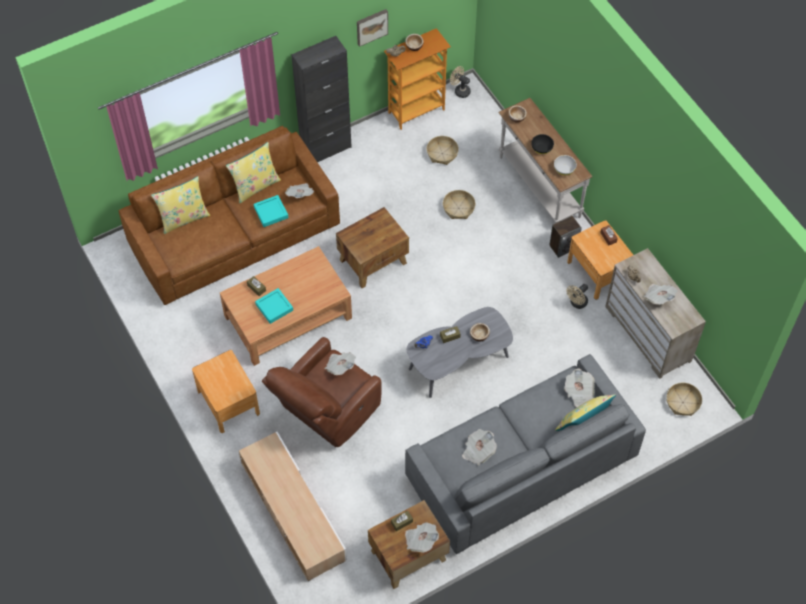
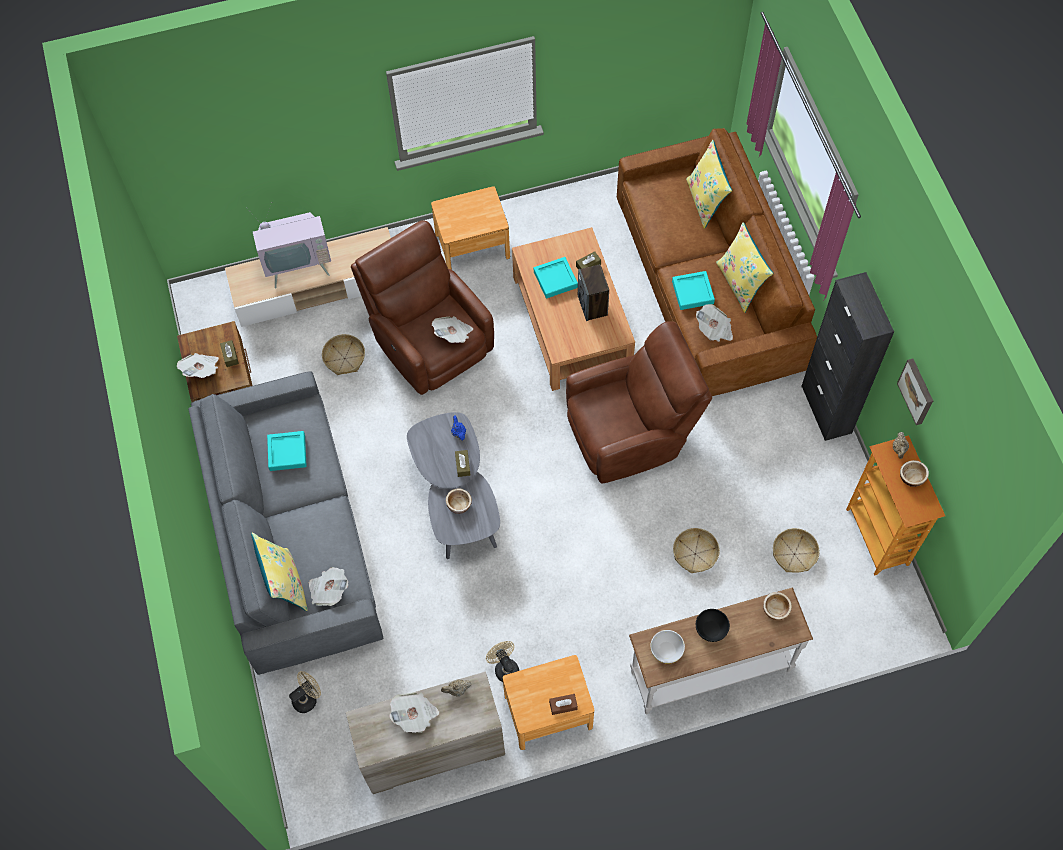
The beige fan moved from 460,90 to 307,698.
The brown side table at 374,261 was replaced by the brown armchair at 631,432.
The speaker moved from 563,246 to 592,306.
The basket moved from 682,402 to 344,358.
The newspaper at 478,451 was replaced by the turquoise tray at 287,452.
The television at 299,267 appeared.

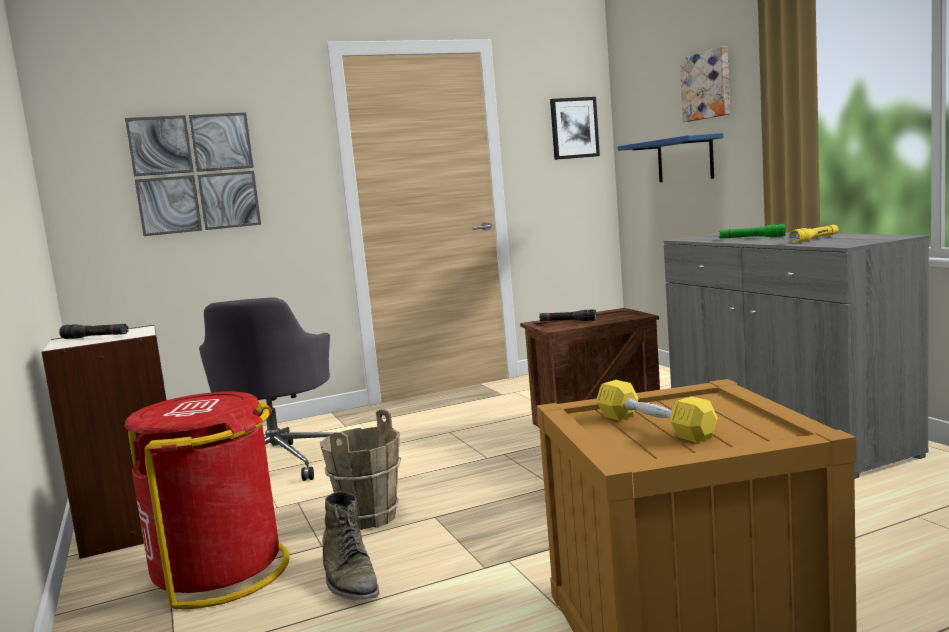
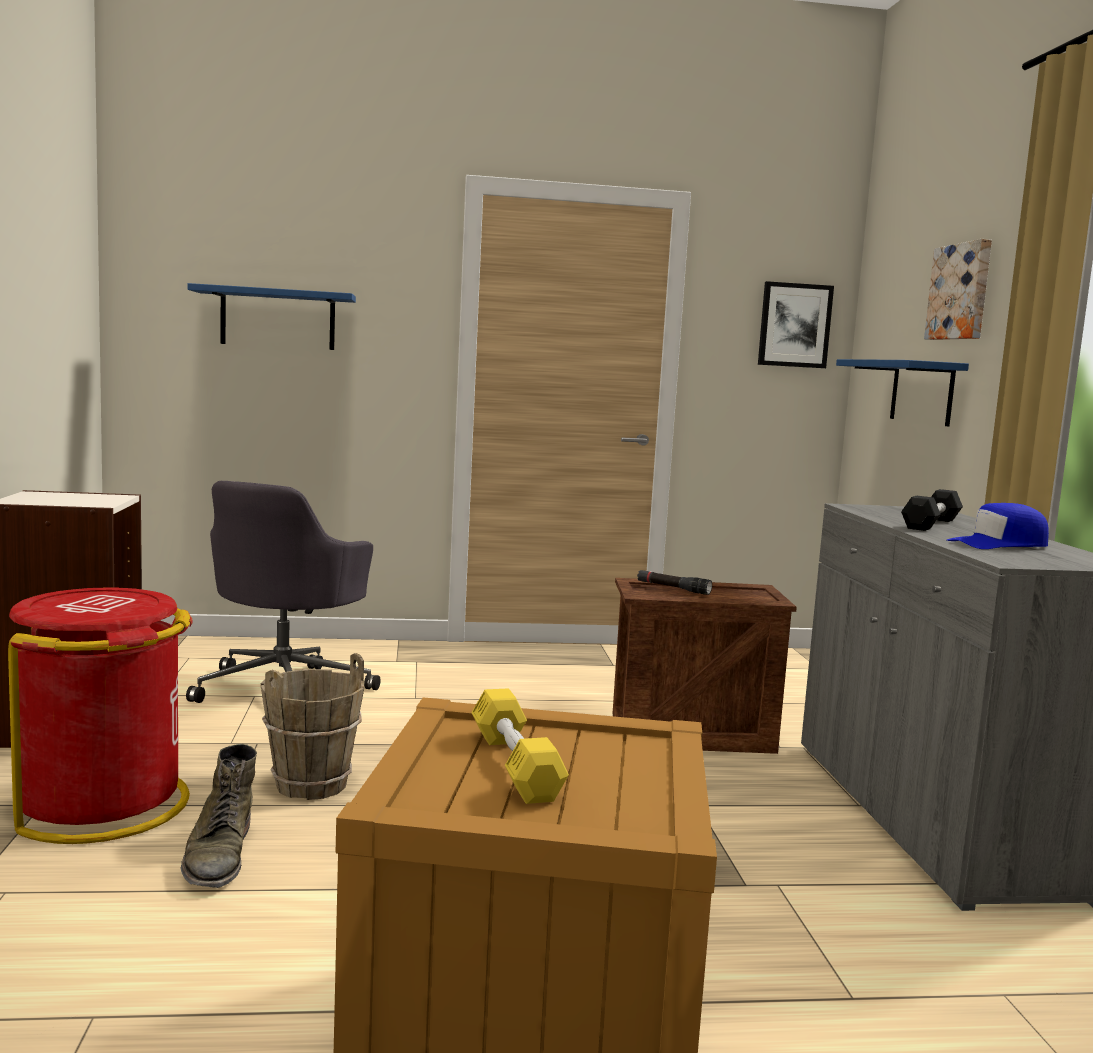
The picture at 195,173 was replaced by the blue shelf at 278,319.
The green flashlight at 751,238 was replaced by the black dumbbell at 931,524.
The yellow flashlight at 815,239 was replaced by the blue cap at 999,544.
The black flashlight at 95,337 disappeared.

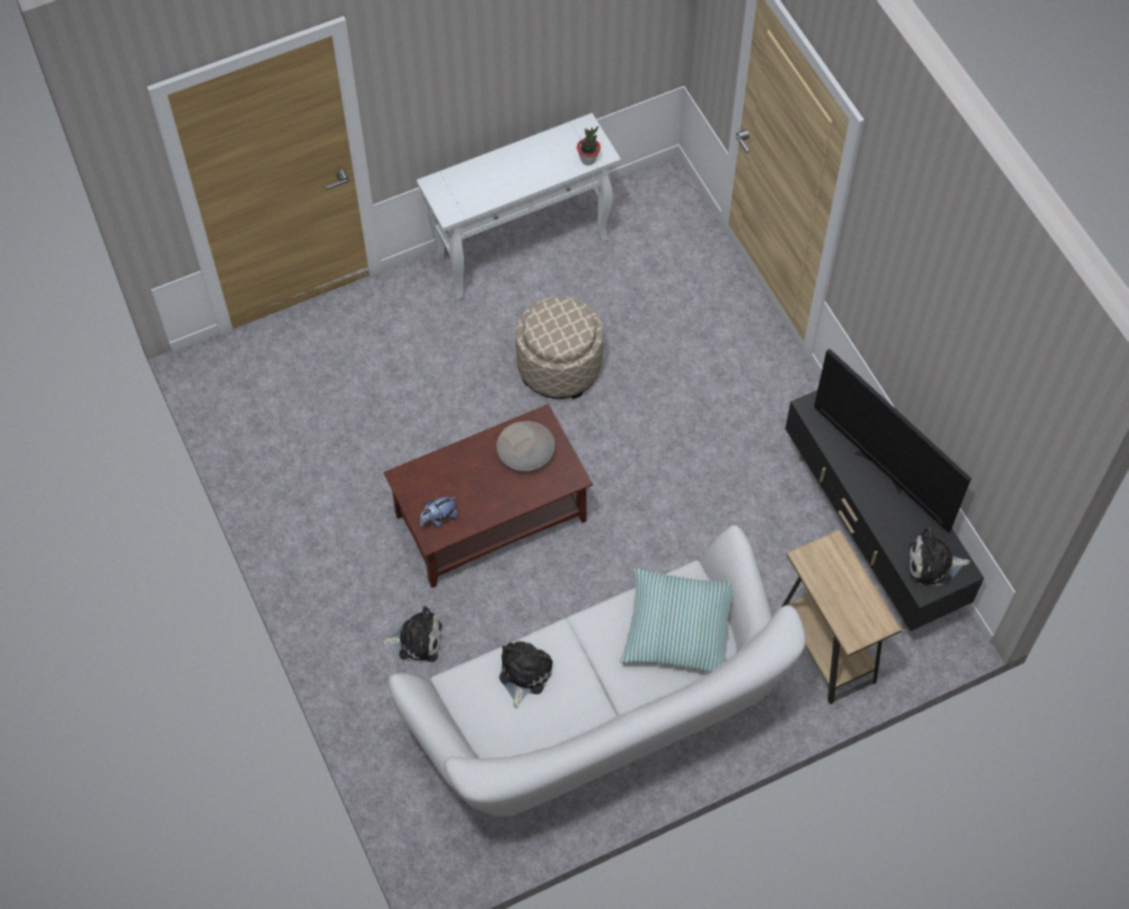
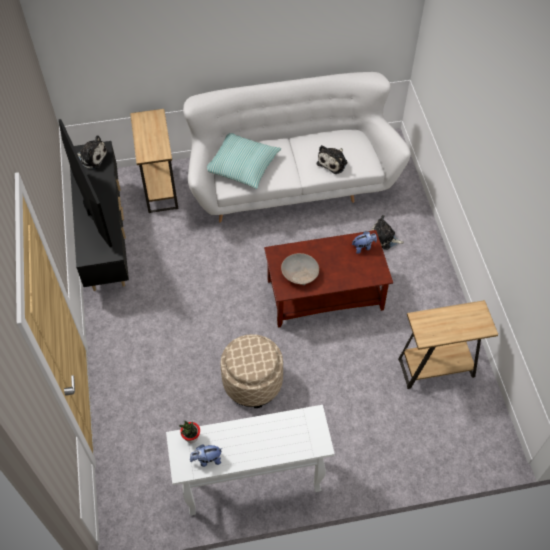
The brown side table at 436,368 appeared.
The plush toy at 207,459 appeared.

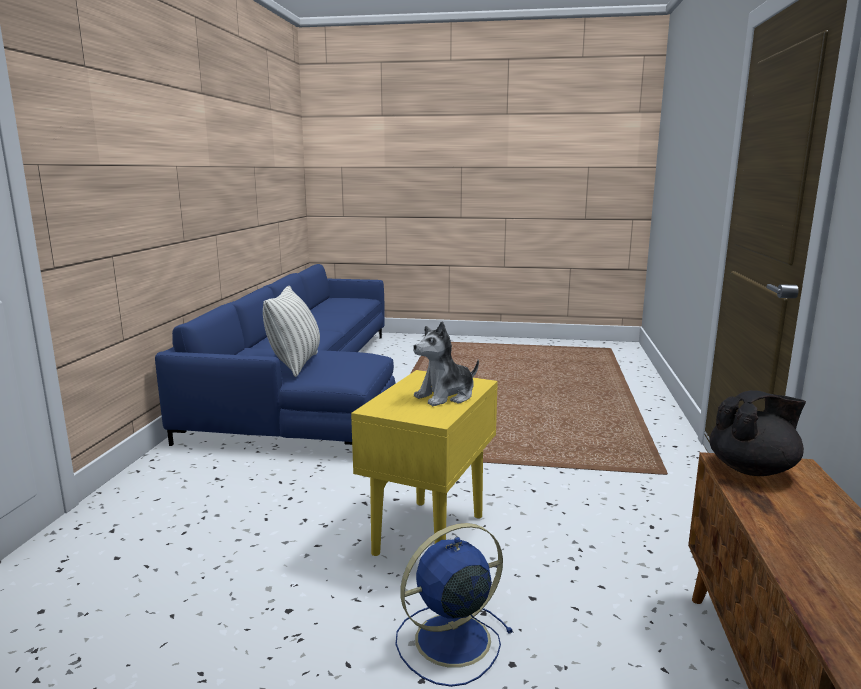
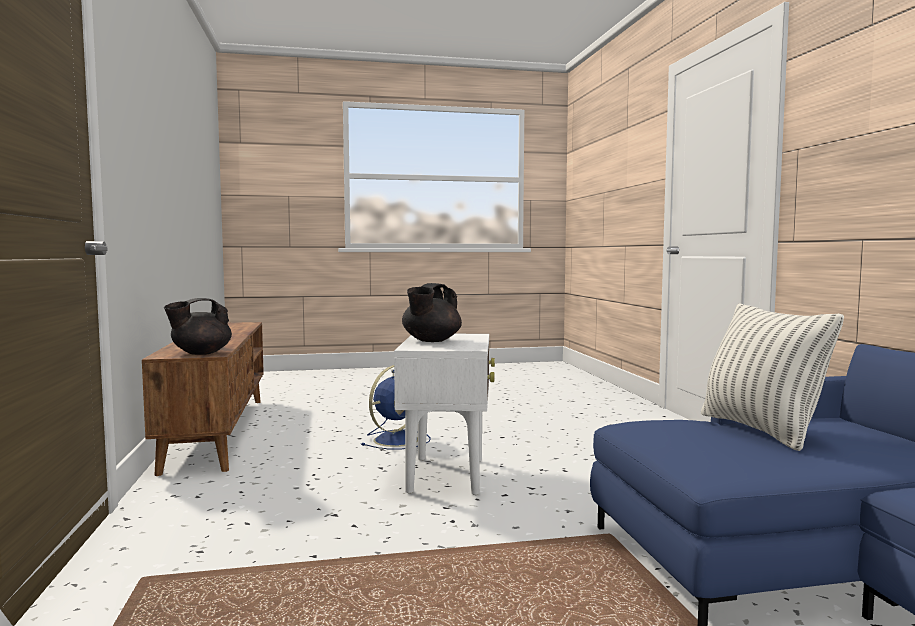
The plush toy at 446,396 was replaced by the black teapot at 431,341.
The yellow side table at 428,535 became the white side table at 447,475.

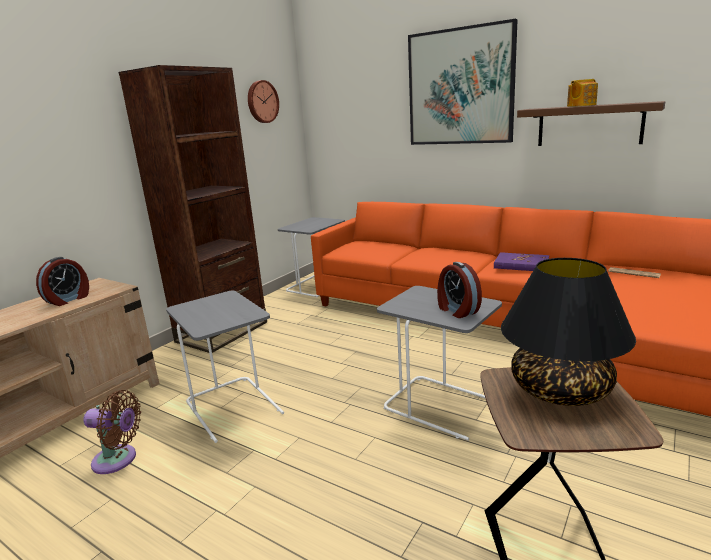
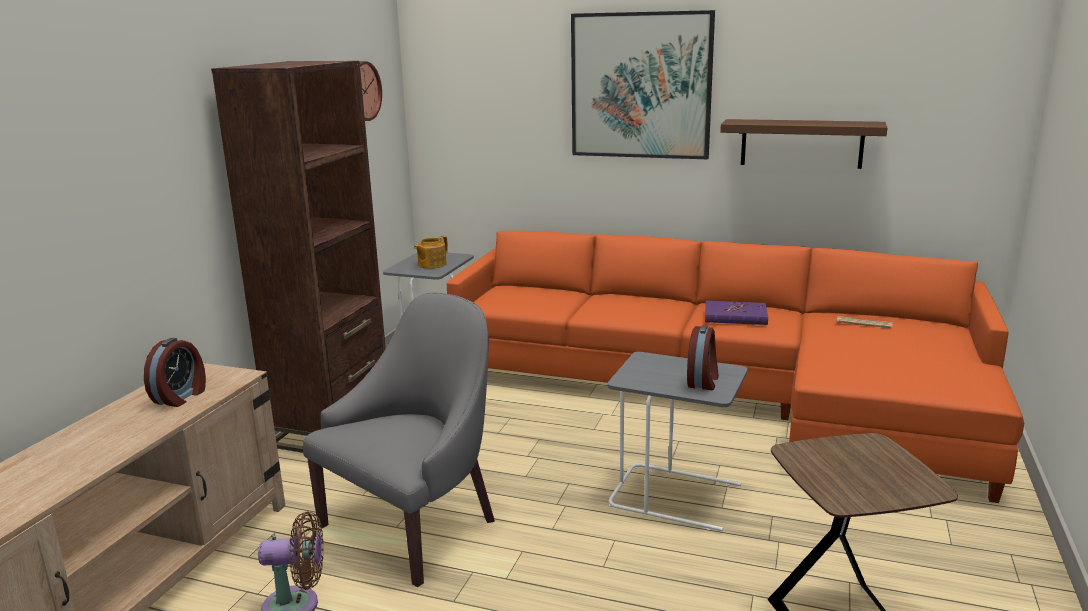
The teapot moved from 580,106 to 431,264.
The black table lamp at 559,390 disappeared.
The alarm clock at 457,310 turned 120 degrees counterclockwise.
The grey side table at 234,407 was replaced by the grey armchair at 415,525.

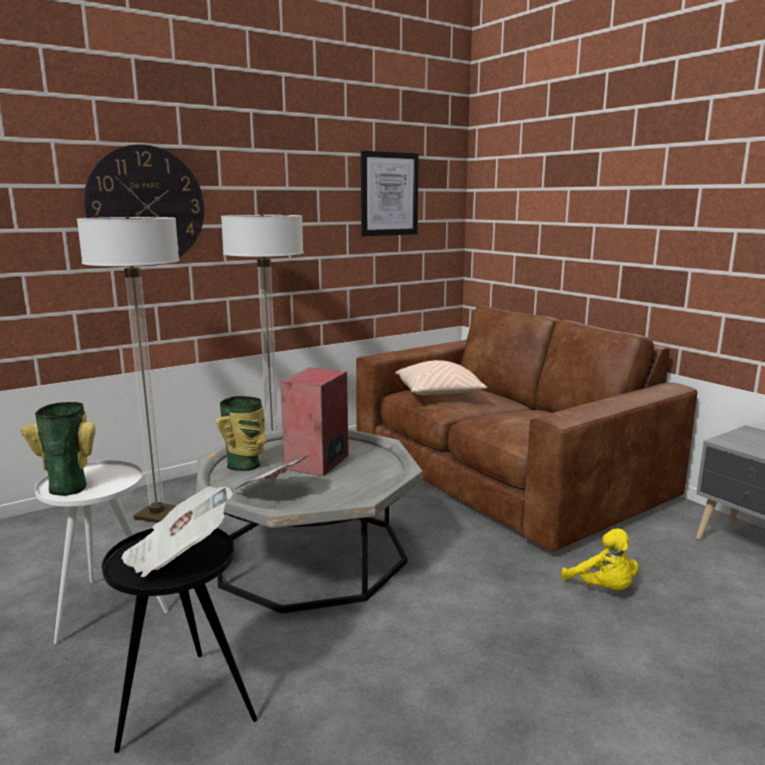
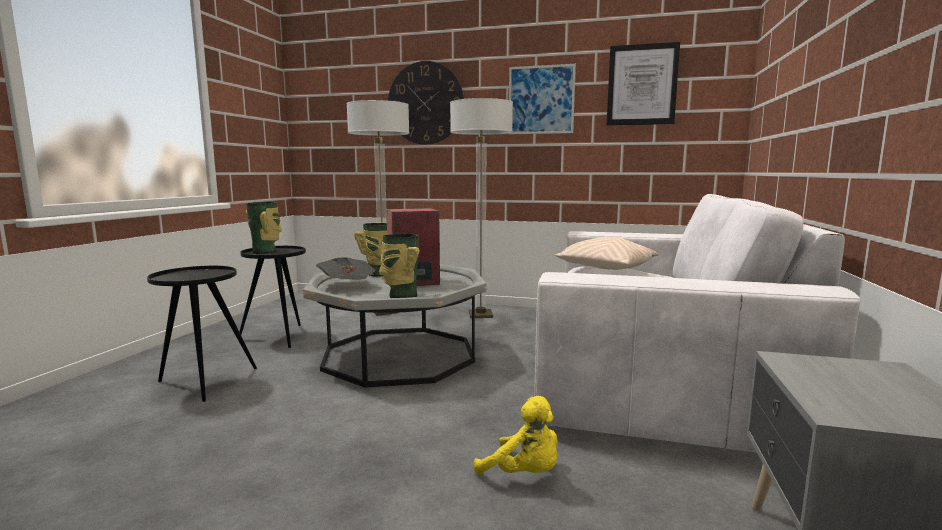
The brown sofa at 506,474 became the white sofa at 656,371.
The white side table at 107,607 became the black side table at 280,336.
The newspaper at 178,555 disappeared.
The yellow plush toy at 603,589 turned 75 degrees counterclockwise.
The picture at 541,100 appeared.
The vase at 401,296 appeared.

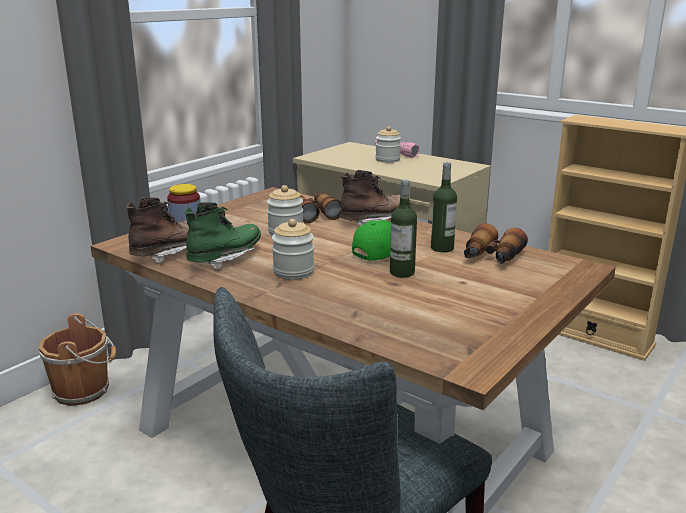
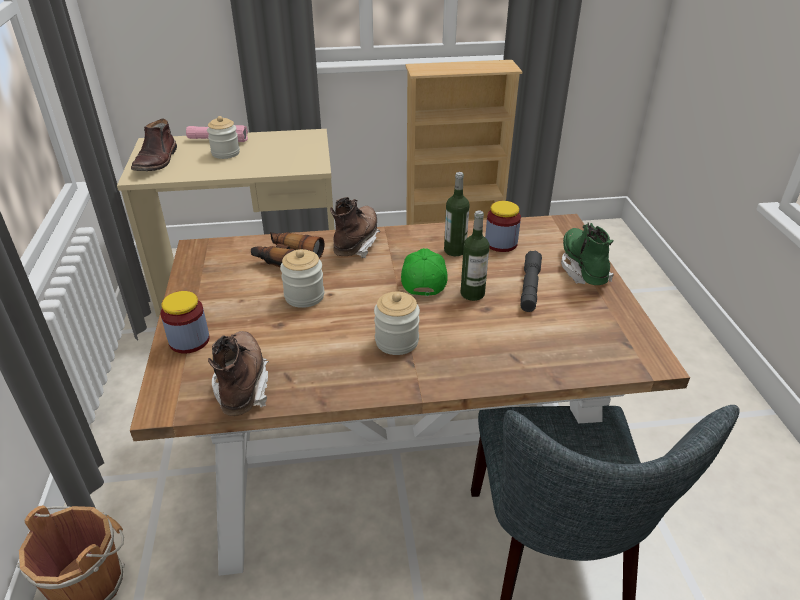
The green boot moved from 225,258 to 583,269.
The binoculars at 491,257 was replaced by the jar at 501,243.
The brown boot at 157,161 appeared.
The grey flashlight at 530,287 appeared.

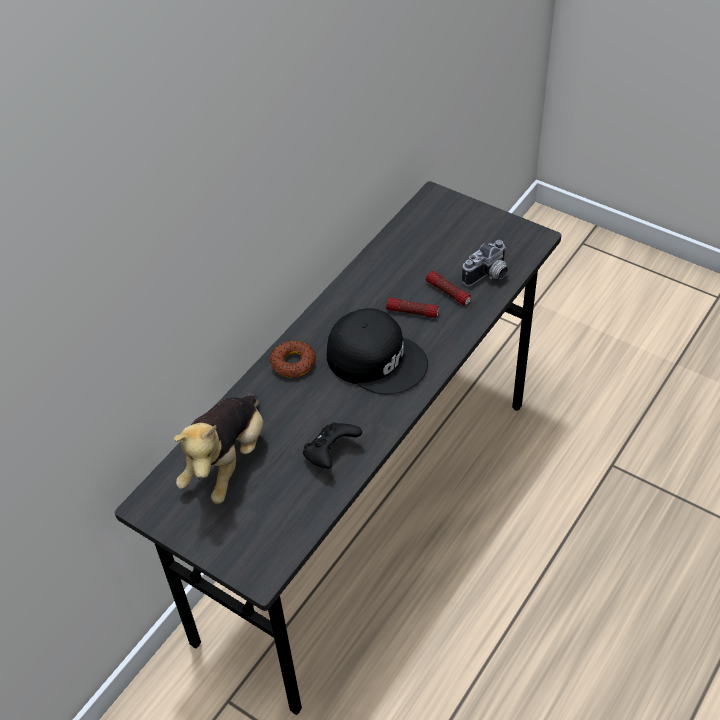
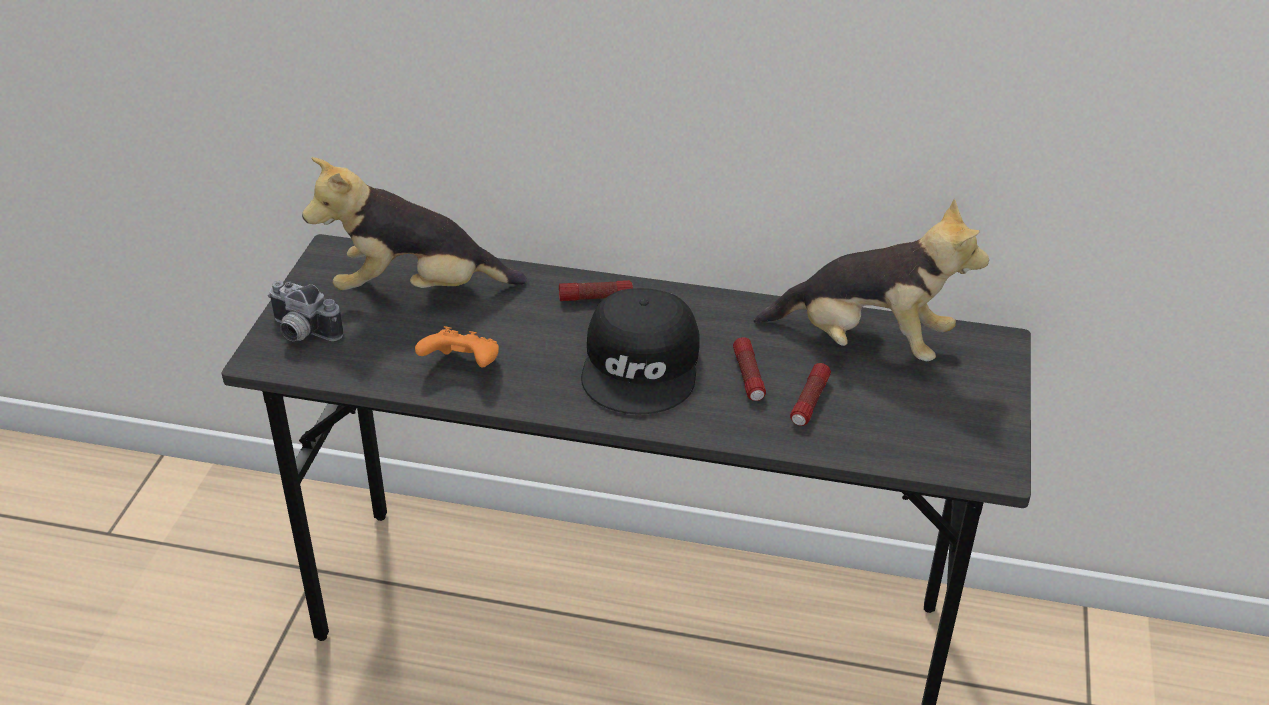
The photo camera moved from 488,276 to 301,333.
The donut at 293,363 was replaced by the flashlight at 595,298.
The black game controller at 331,454 became the orange game controller at 462,366.
The plush toy at 866,342 appeared.

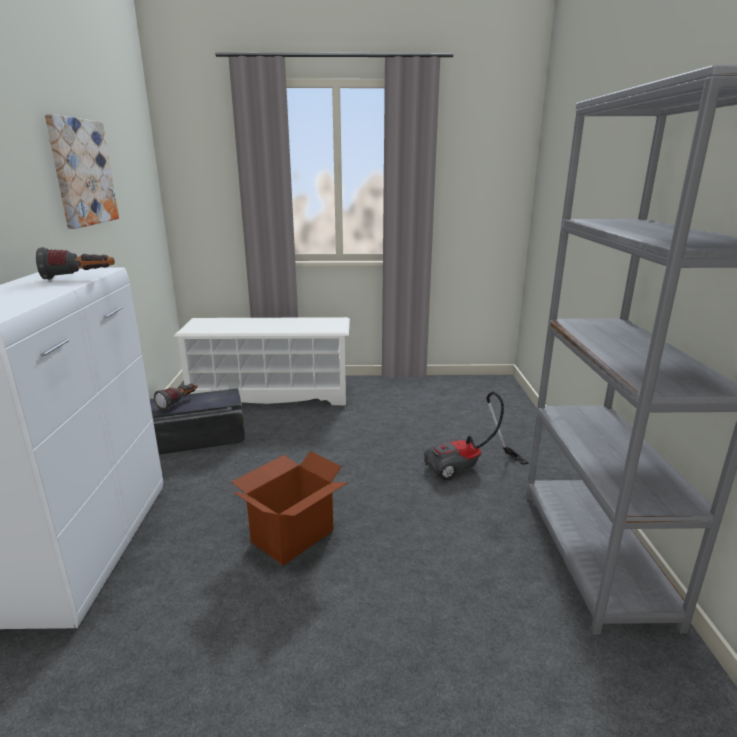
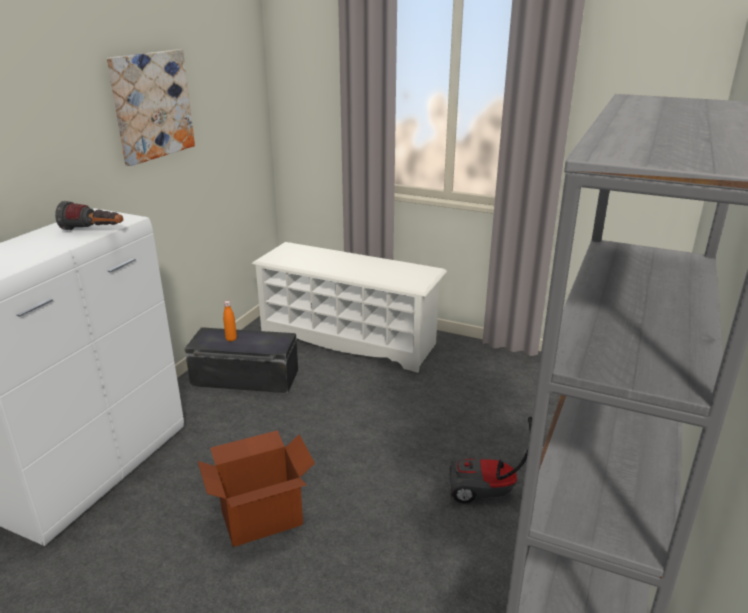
The flashlight at 179,403 was replaced by the orange bottle at 231,339.

